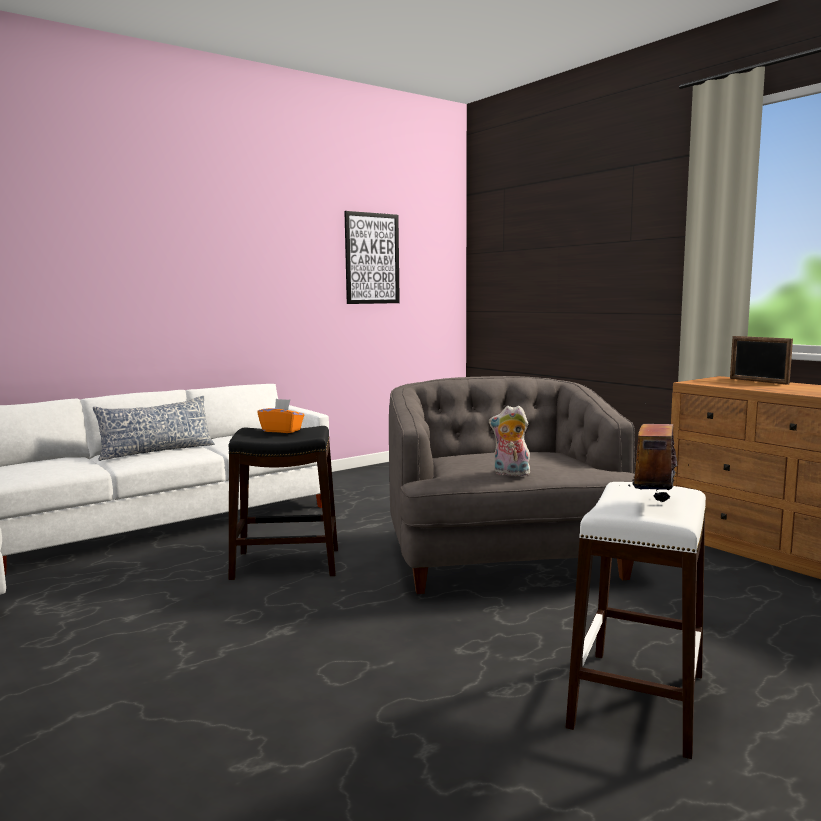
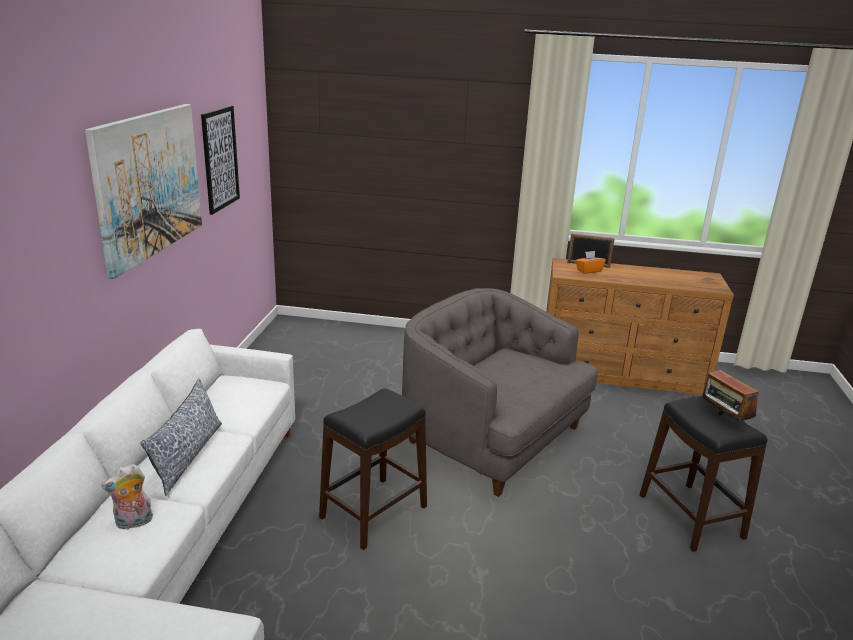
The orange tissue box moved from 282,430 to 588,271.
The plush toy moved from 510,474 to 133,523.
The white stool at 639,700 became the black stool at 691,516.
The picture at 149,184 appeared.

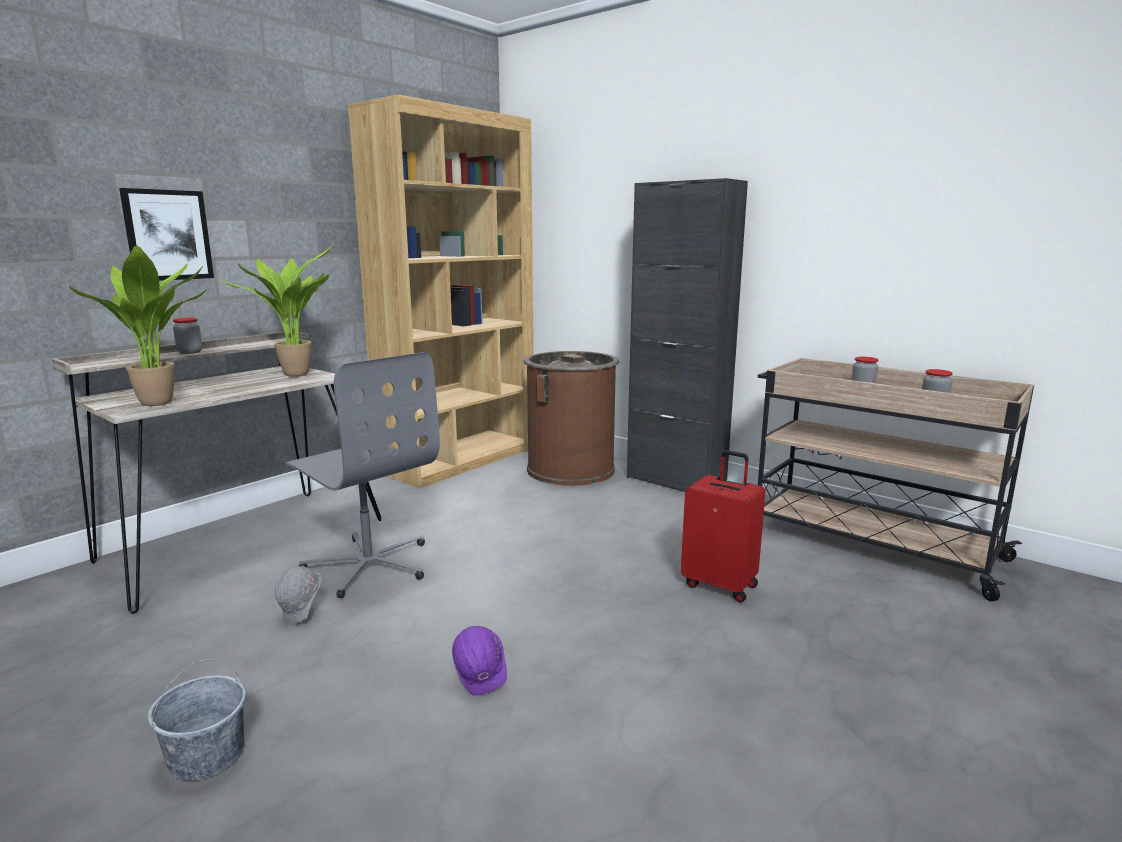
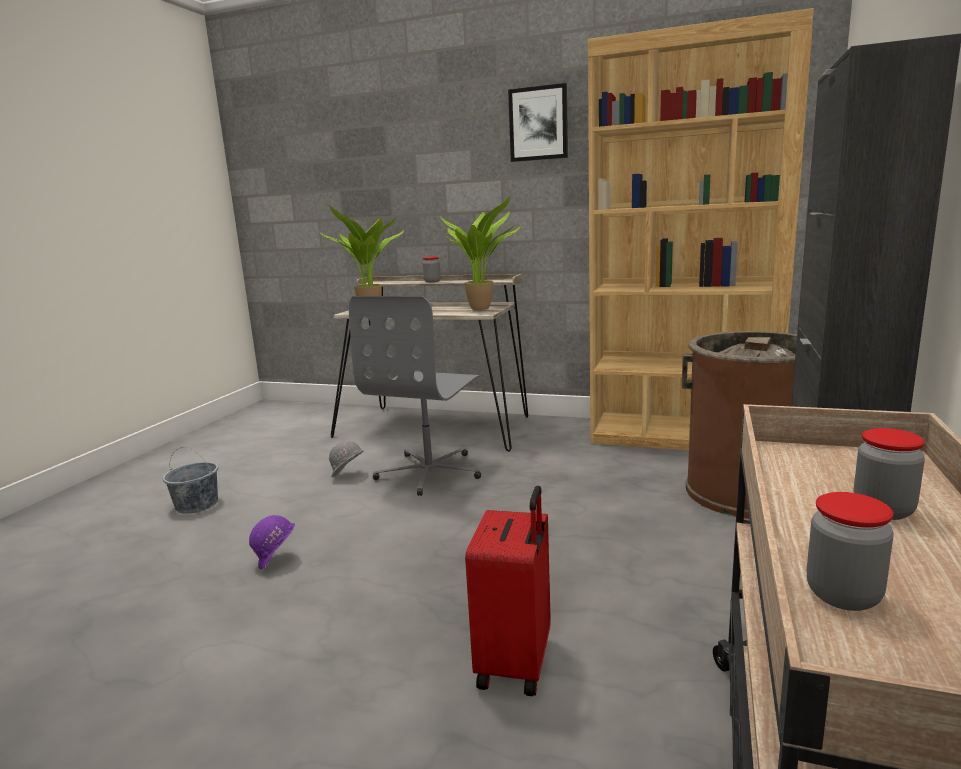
The picture moved from 167,235 to 538,124.

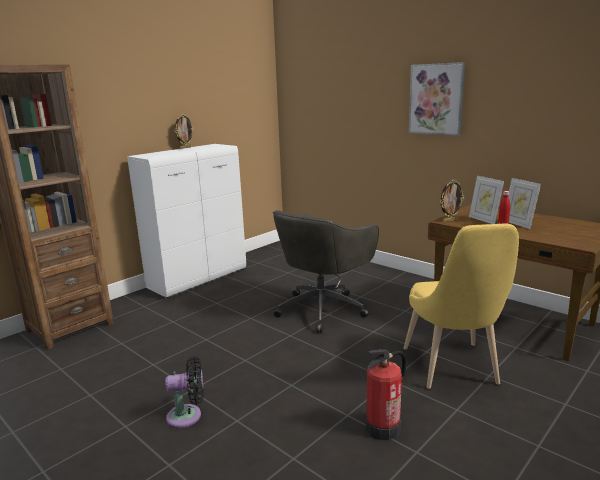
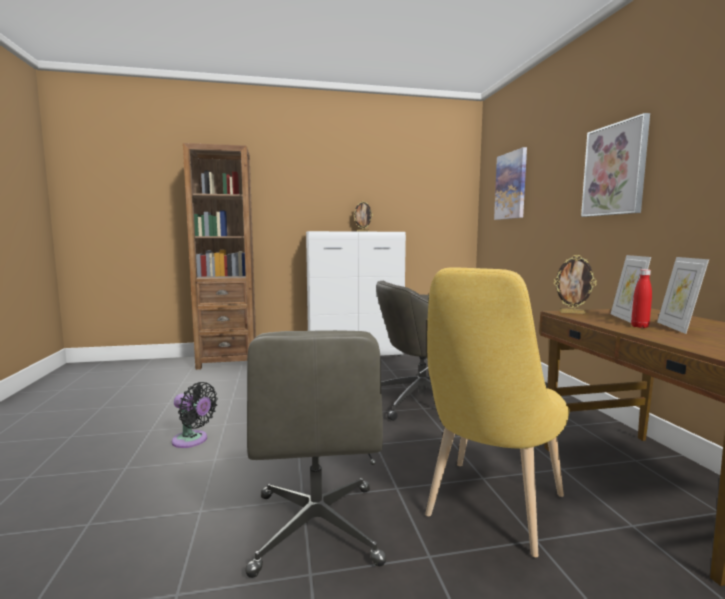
The fire extinguisher at 383,427 was replaced by the grey office chair at 317,529.
The picture at 511,186 appeared.

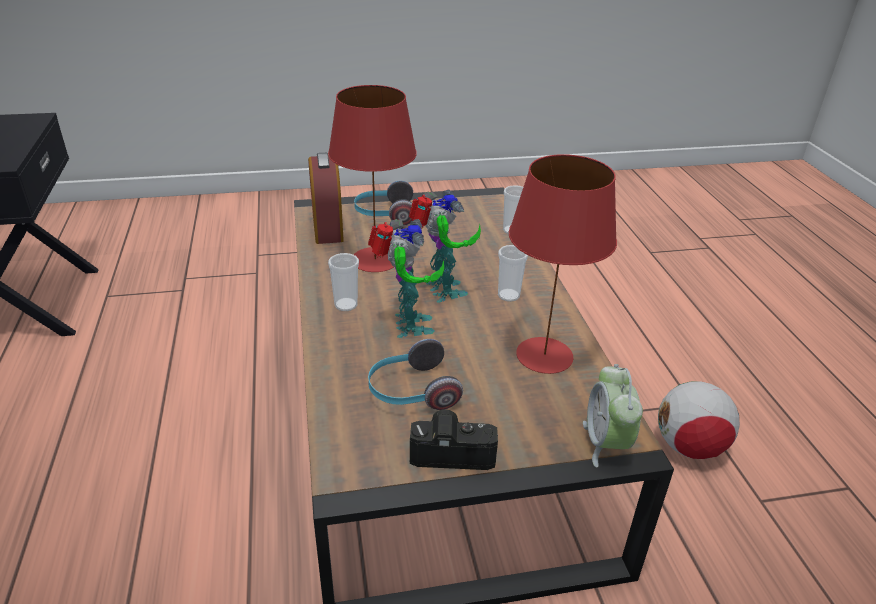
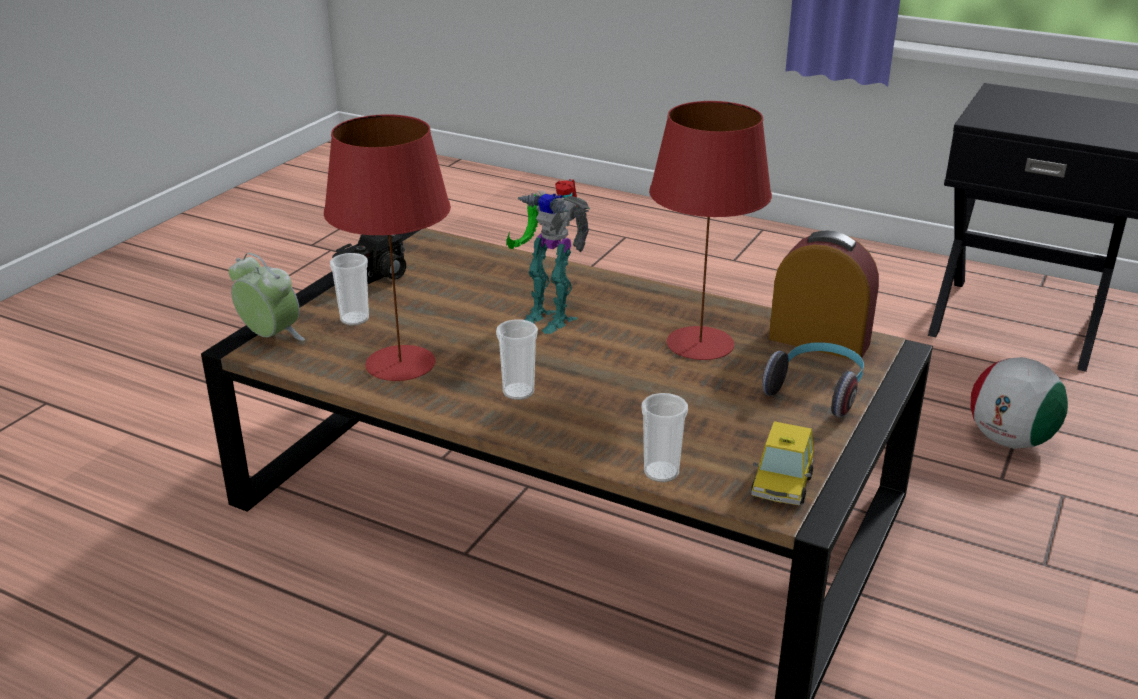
The toy robot at 442,291 disappeared.
The cup moved from 346,305 to 354,319.
The headphones at 411,392 disappeared.
The football moved from 689,446 to 1009,440.
The toy car at 781,485 appeared.

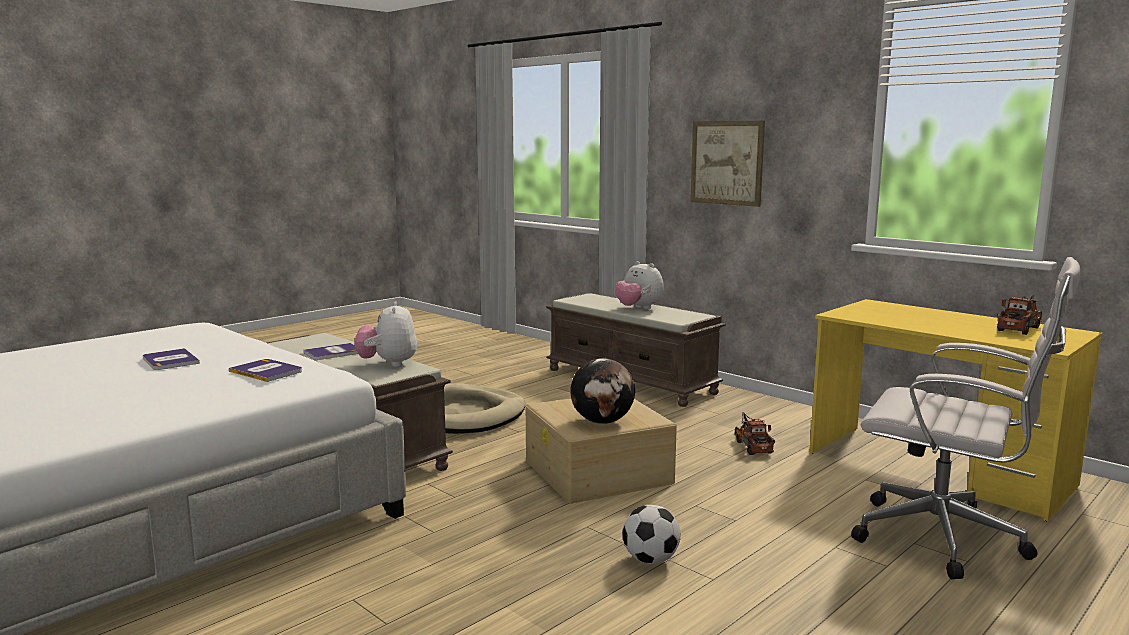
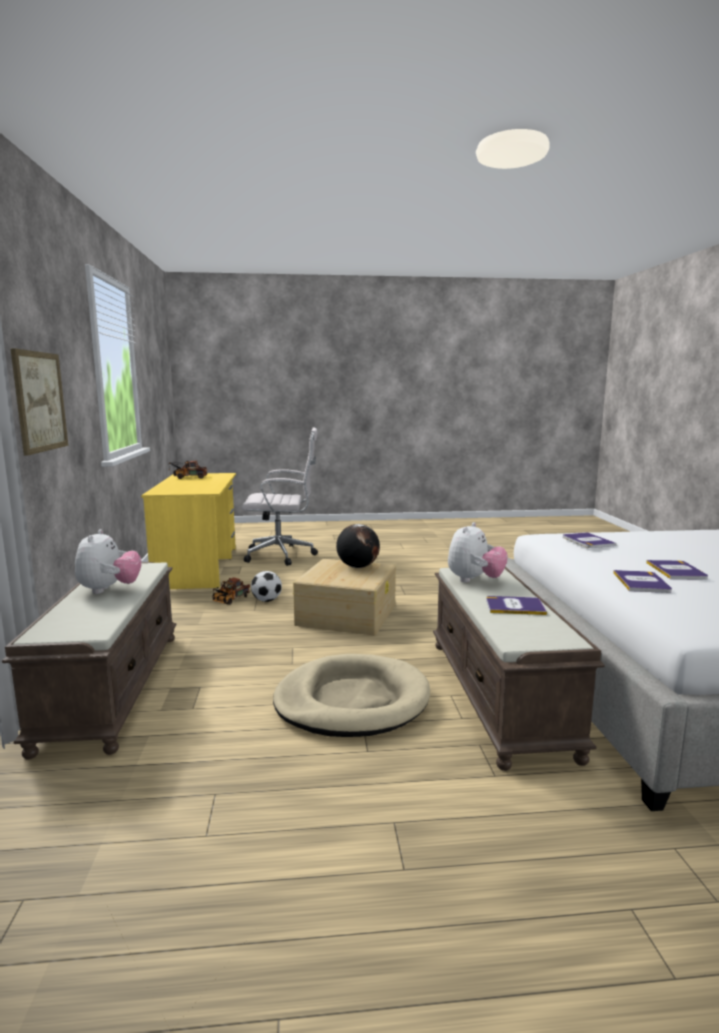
The white office chair at 946,540 turned 105 degrees clockwise.
The football moved from 650,560 to 266,600.
The book at 641,582 appeared.

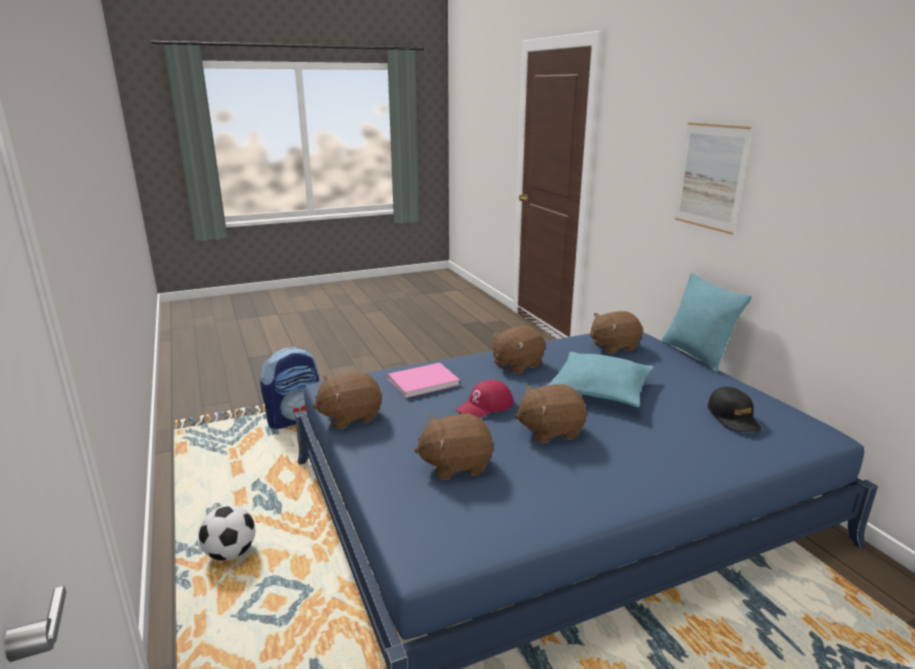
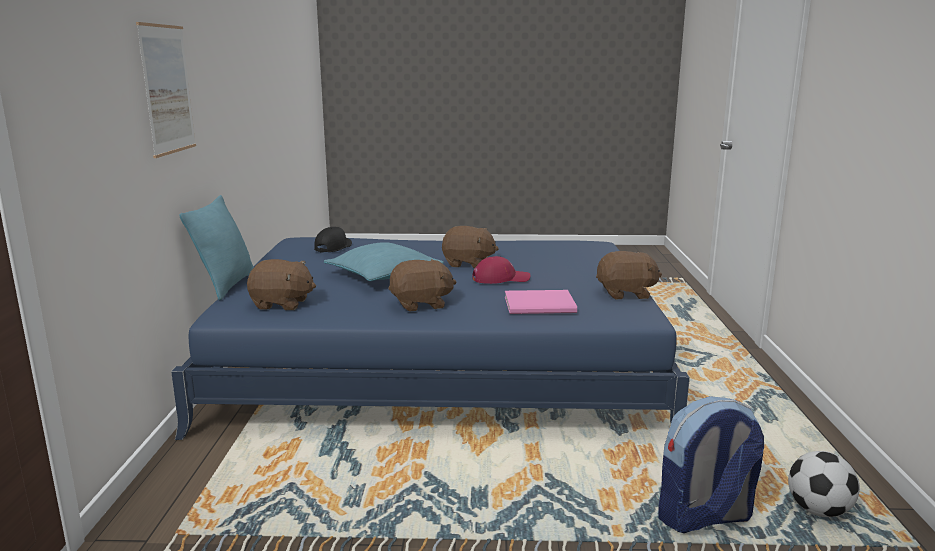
The brown plush toy at 455,465 disappeared.
The football moved from 230,553 to 818,511.

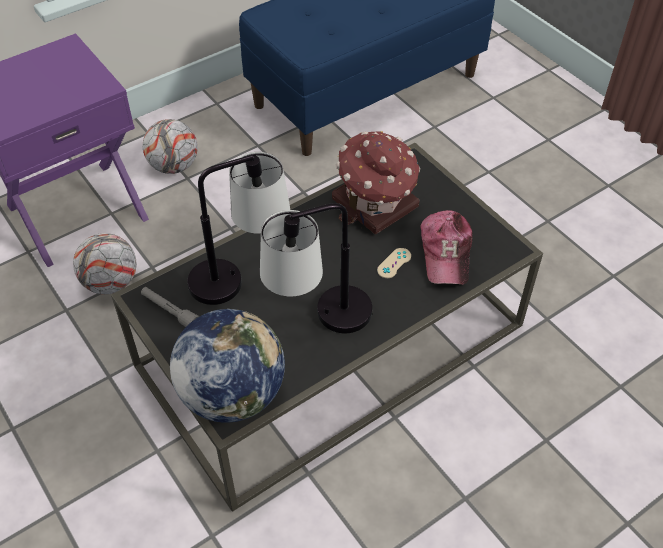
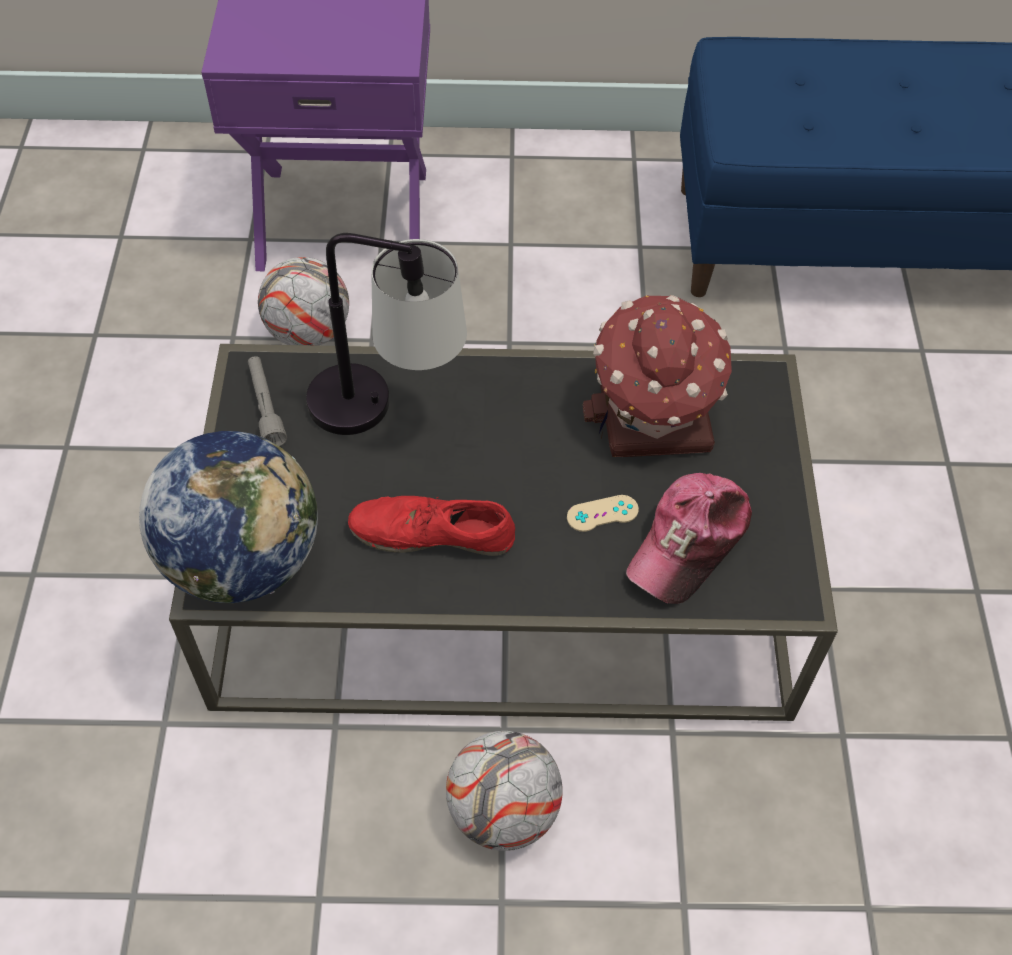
The football moved from 173,166 to 502,810.
The table lamp at 320,321 was replaced by the red shoe at 432,533.

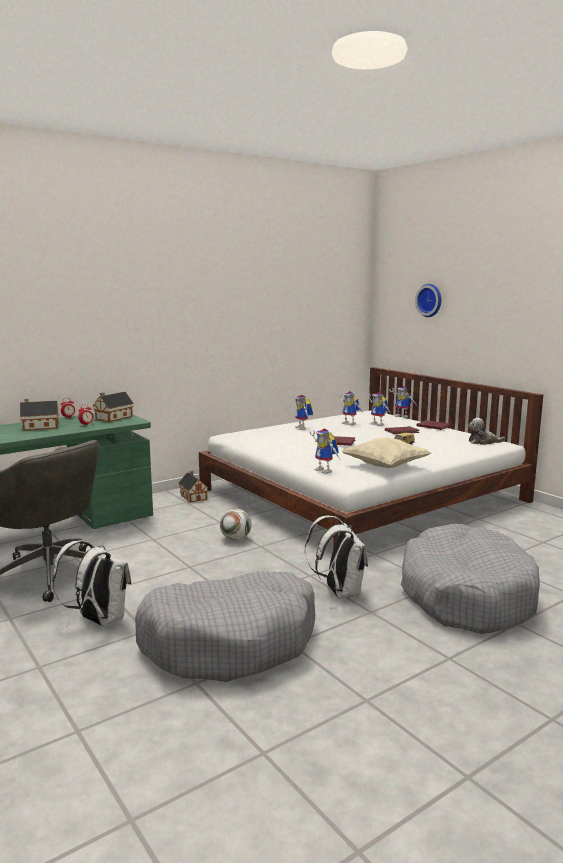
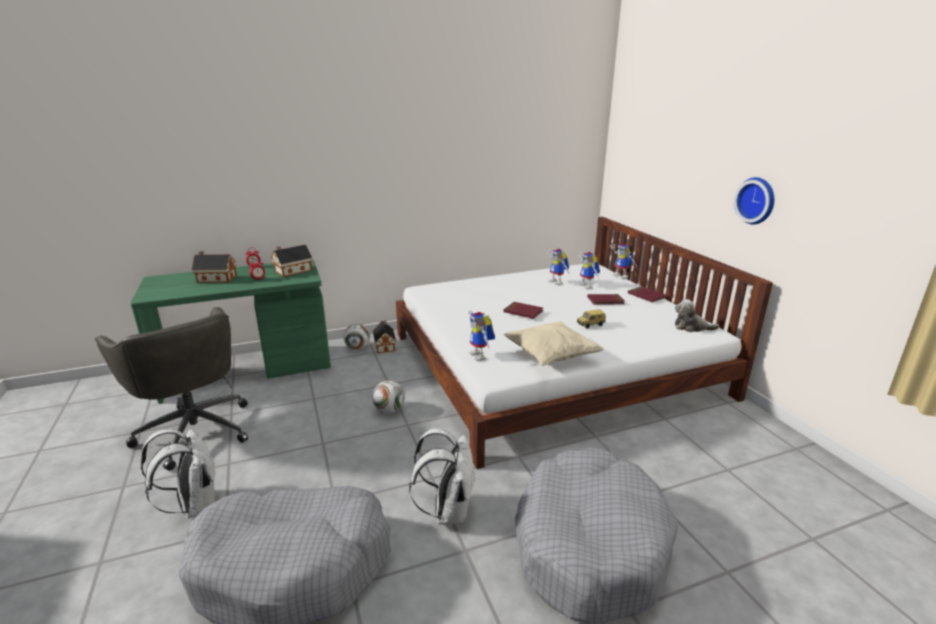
The wall clock moved from 430,300 to 757,200.
The toy robot at 303,428 disappeared.
The football at 357,348 appeared.

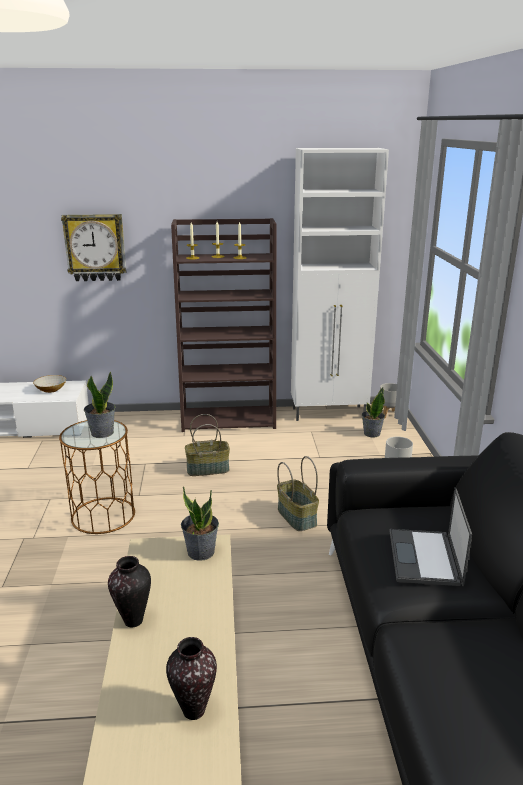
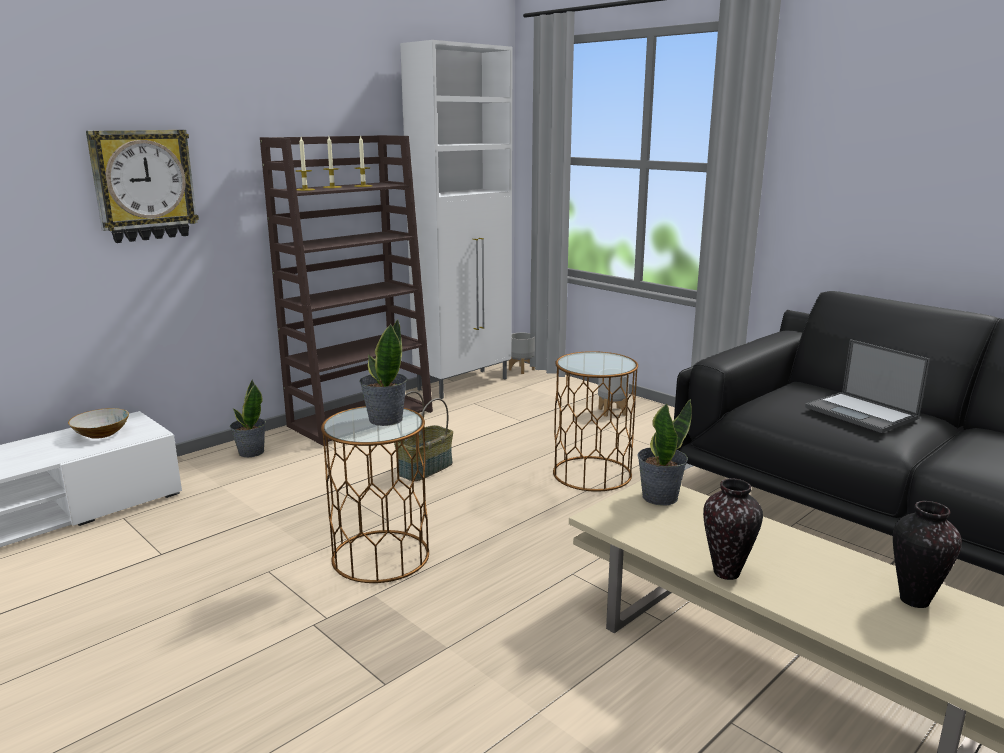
The potted plant moved from 371,433 to 251,452.
The basket at 297,517 was replaced by the brown side table at 592,474.

